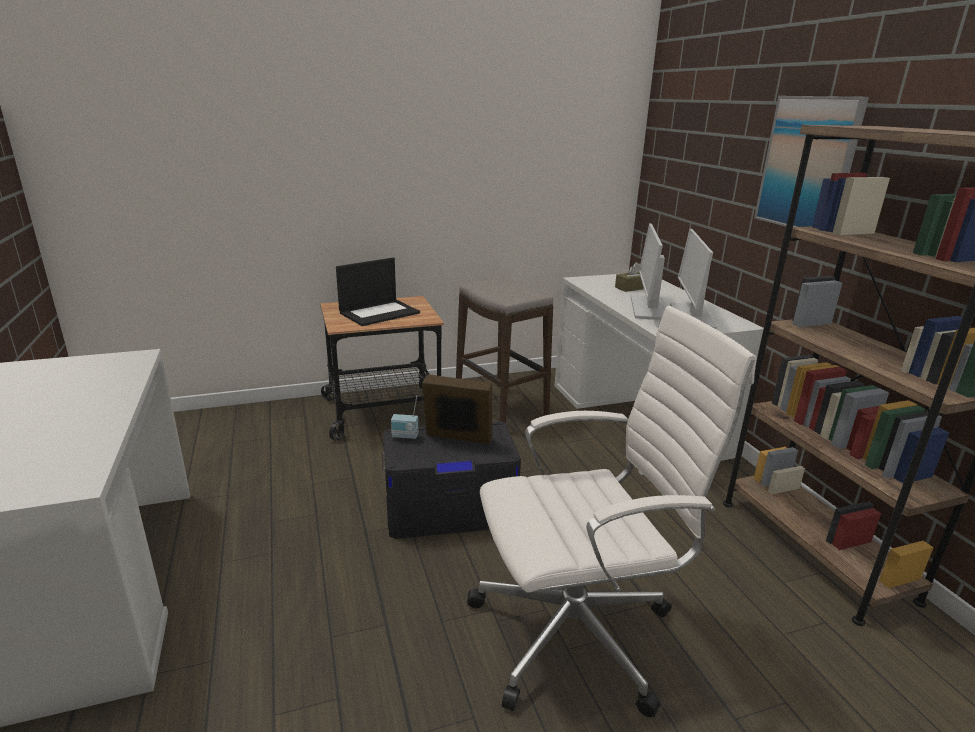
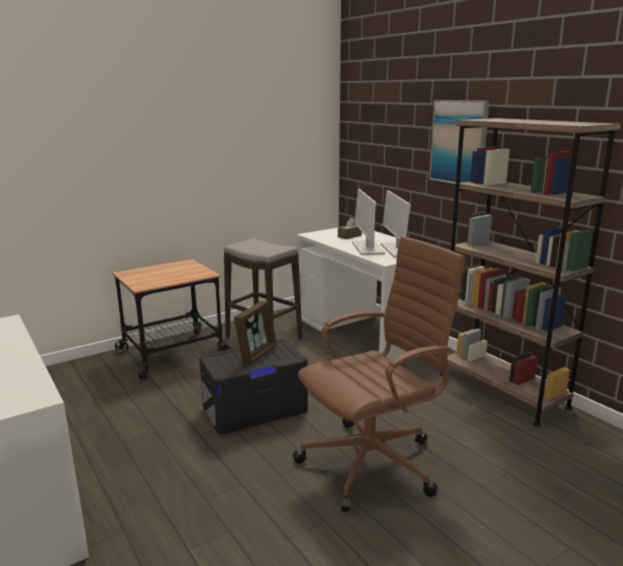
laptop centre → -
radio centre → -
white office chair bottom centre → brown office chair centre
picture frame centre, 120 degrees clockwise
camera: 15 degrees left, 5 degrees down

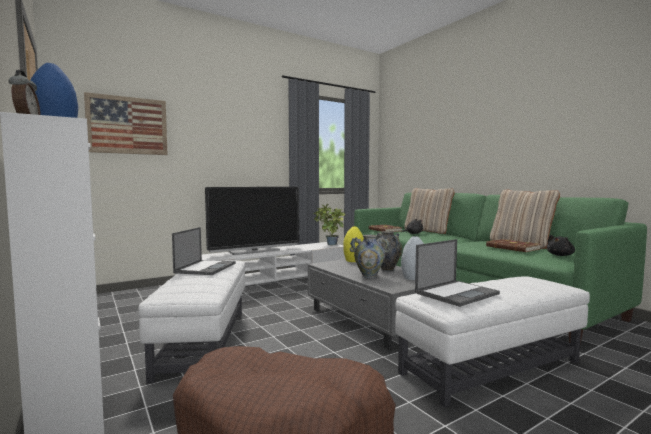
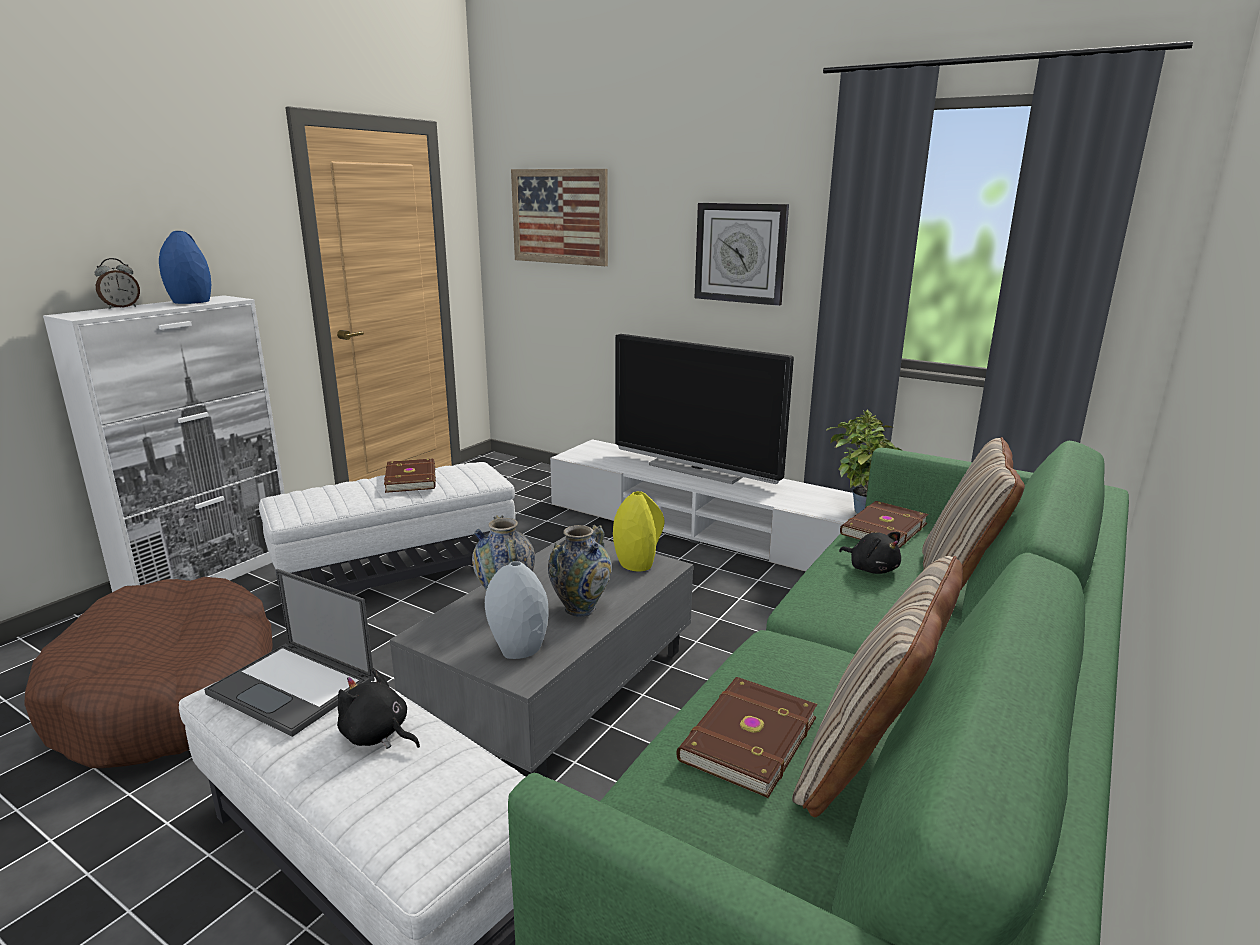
- → wall clock top centre
black plush toy (no. 2 from left in the first image) middle right → black plush toy (no. 1 from left) bottom left, relocated
laptop (no. 1 from left) middle left → brown book (no. 1 from left) middle left
camera: 65 degrees right, 15 degrees up

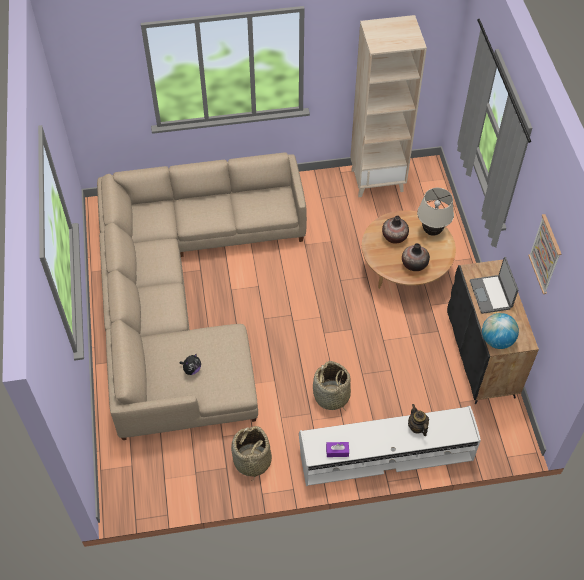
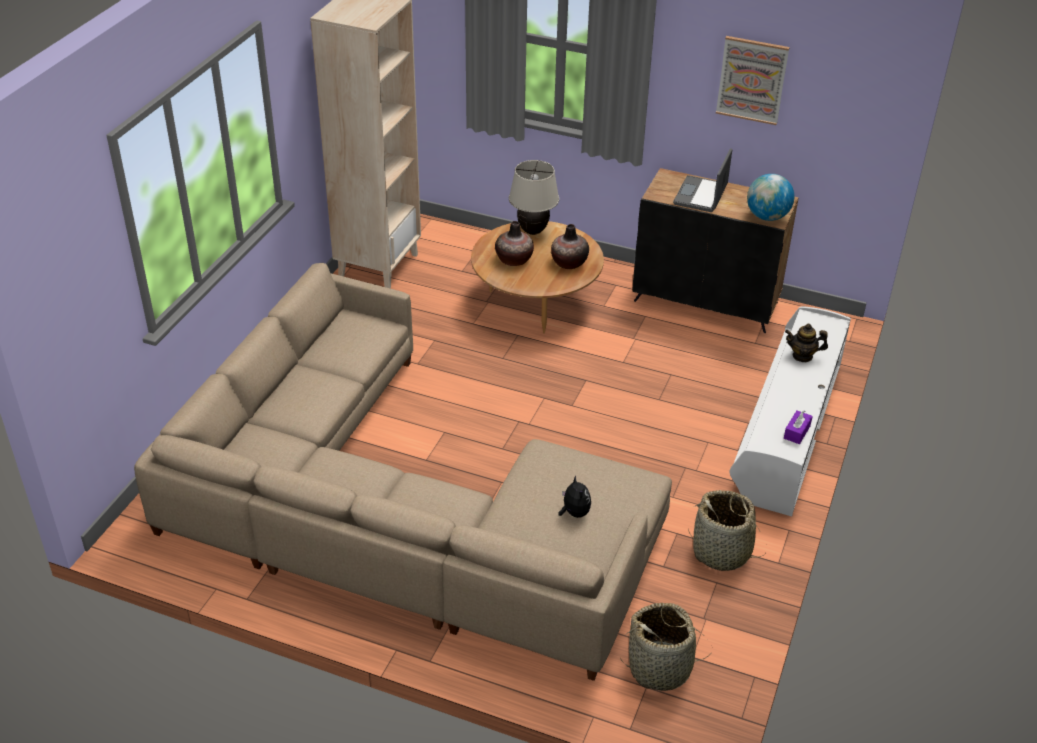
basket (no. 2 from left in the first image) centre → basket (no. 1 from left) bottom centre, relocated
laptop middle right → laptop top right, 90 degrees clockwise
camera: 60 degrees left, 15 degrees down

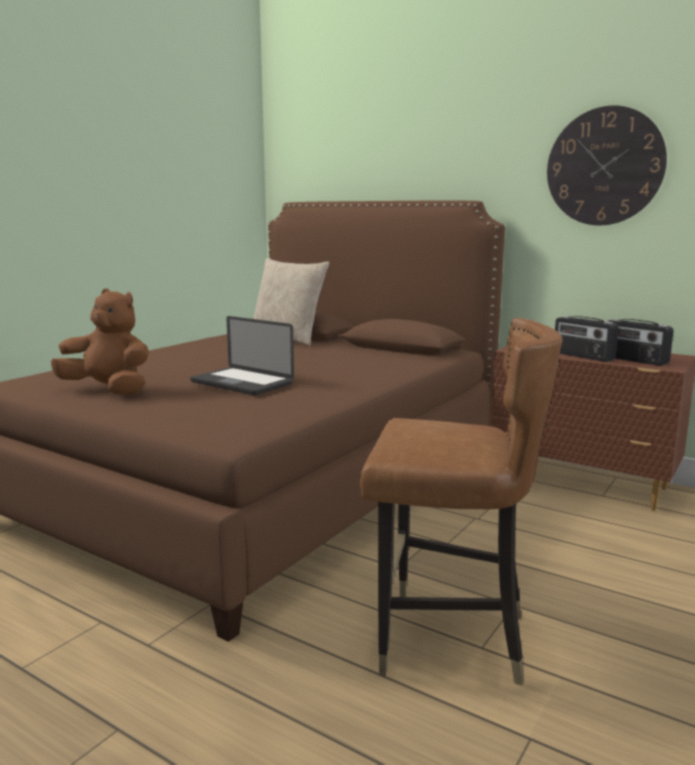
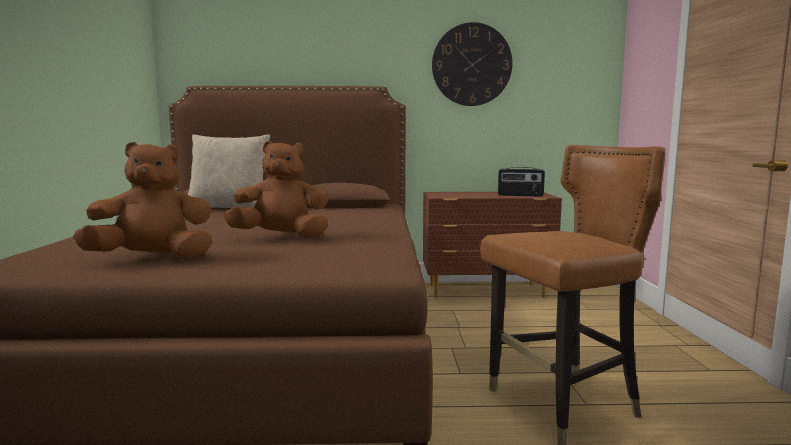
radio (no. 1 from left) middle right → -
laptop centre → brown plush toy (no. 2 from left) centre
camera: 35 degrees left, 5 degrees down

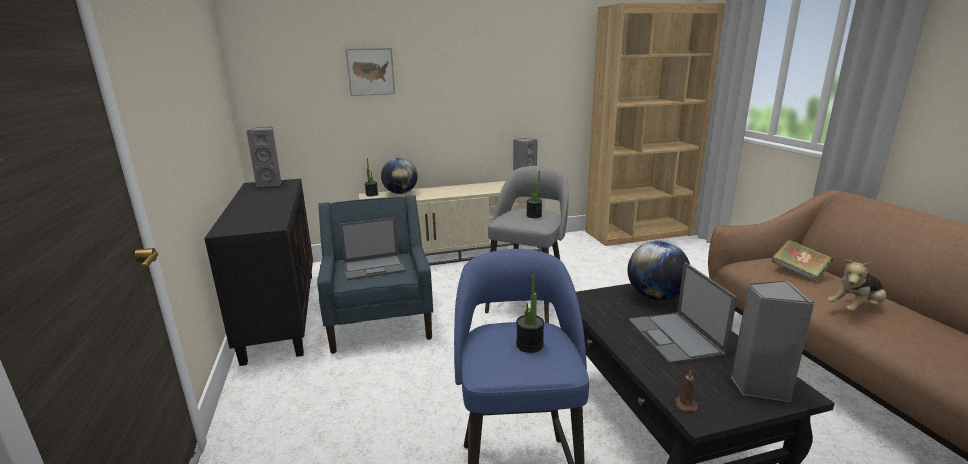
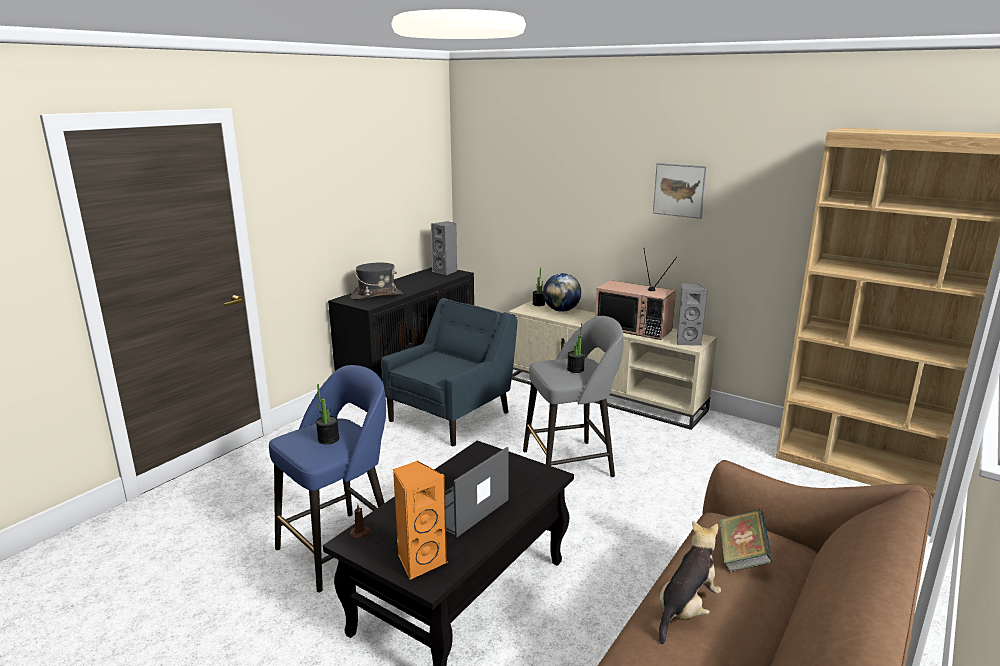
laptop (no. 1 from left) centre → -
globe (no. 2 from left) middle right → -
- → grey hat centre
- → television centre
picture top centre → picture top right, relocated
grey speaker (no. 3 from left) bottom right → orange speaker bottom centre
plush toy middle right → plush toy bottom right, 105 degrees clockwise
camera: 50 degrees right, 0 degrees up

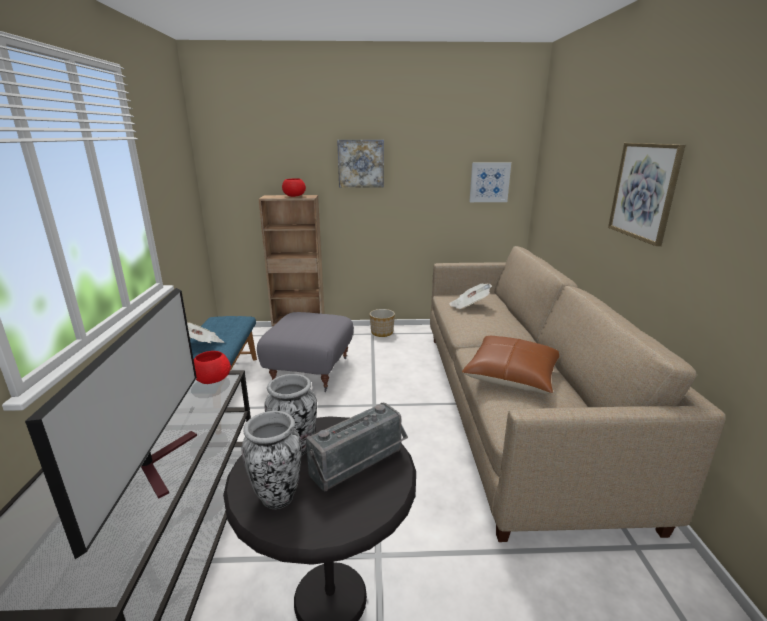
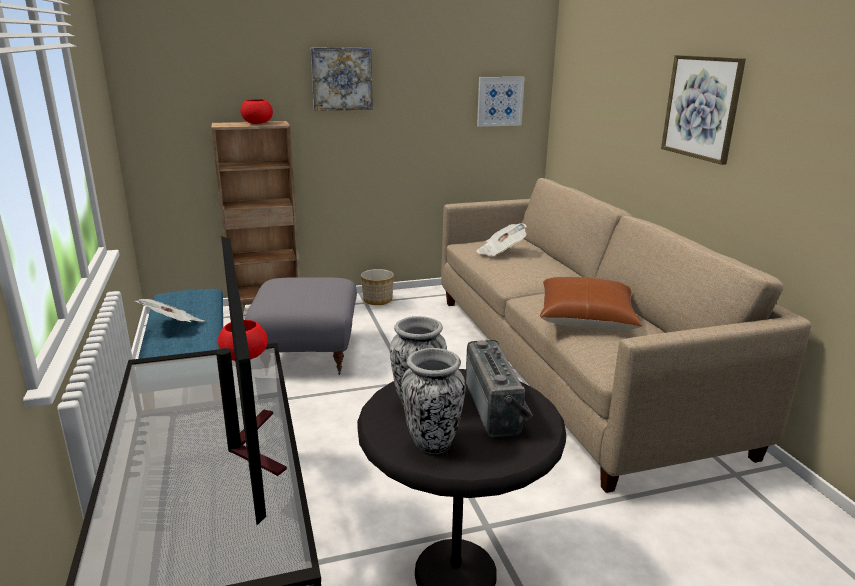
radio bottom centre → radio centre, 45 degrees counterclockwise
camera: 15 degrees left, 0 degrees up

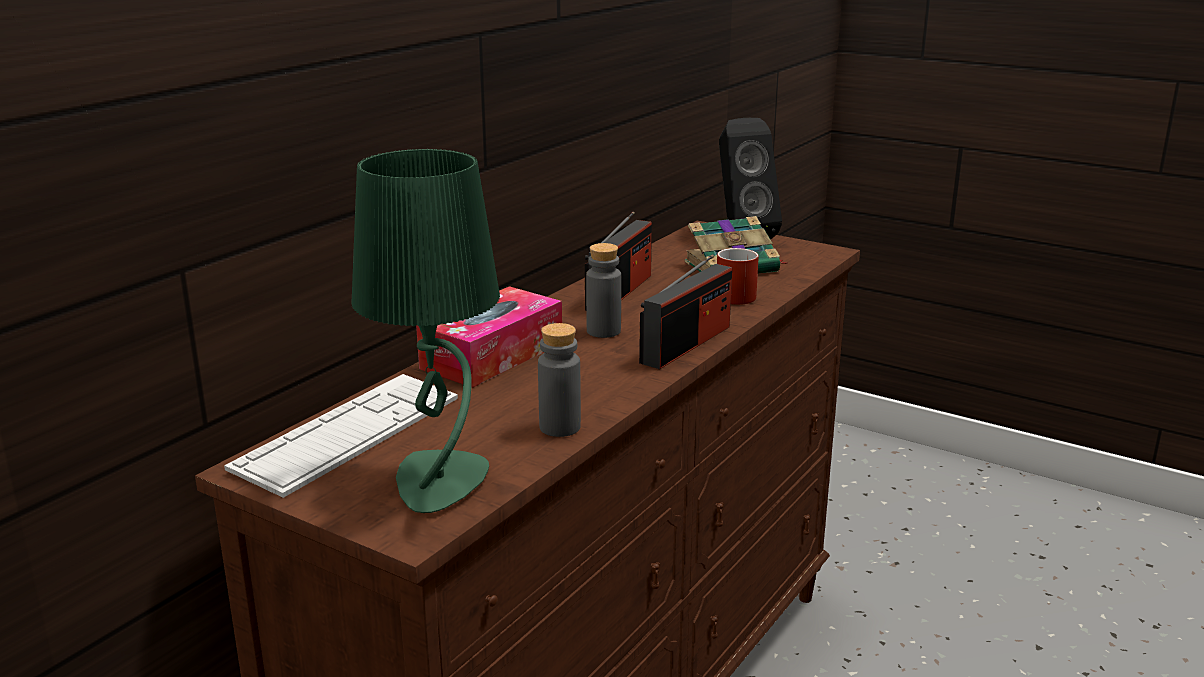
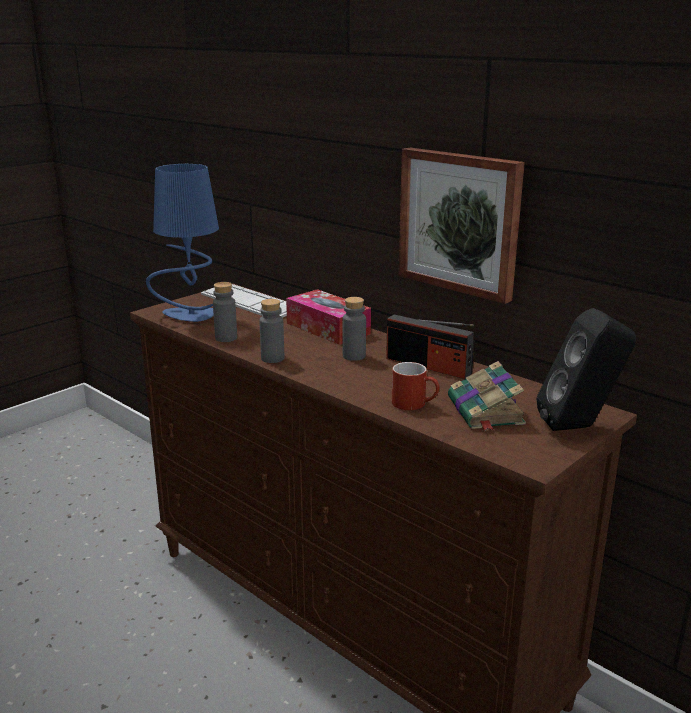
radio (no. 2 from left) centre → -
- → grey bottle (no. 2 from left) centre
- → picture top right
green table lamp centre → blue table lamp middle left
camera: 100 degrees right, 0 degrees up

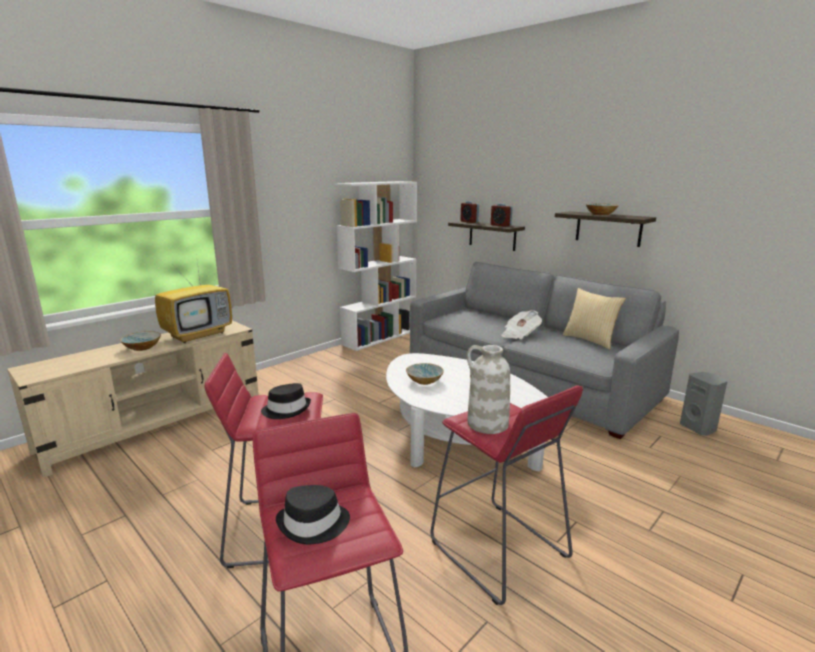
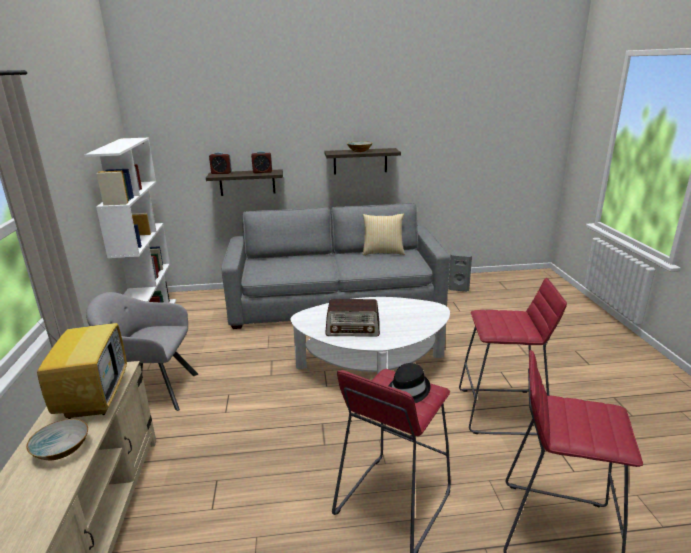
black hat (no. 2 from left) bottom centre → -
white vase centre → -
newspaper centre → -
- → grey armchair middle left
bowl (no. 2 from left) centre → radio centre
camera: 50 degrees left, 5 degrees up

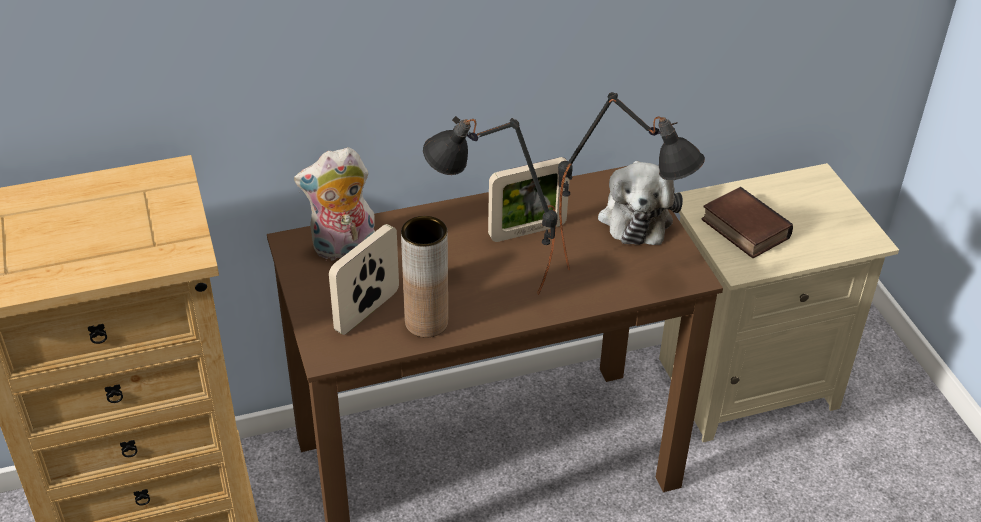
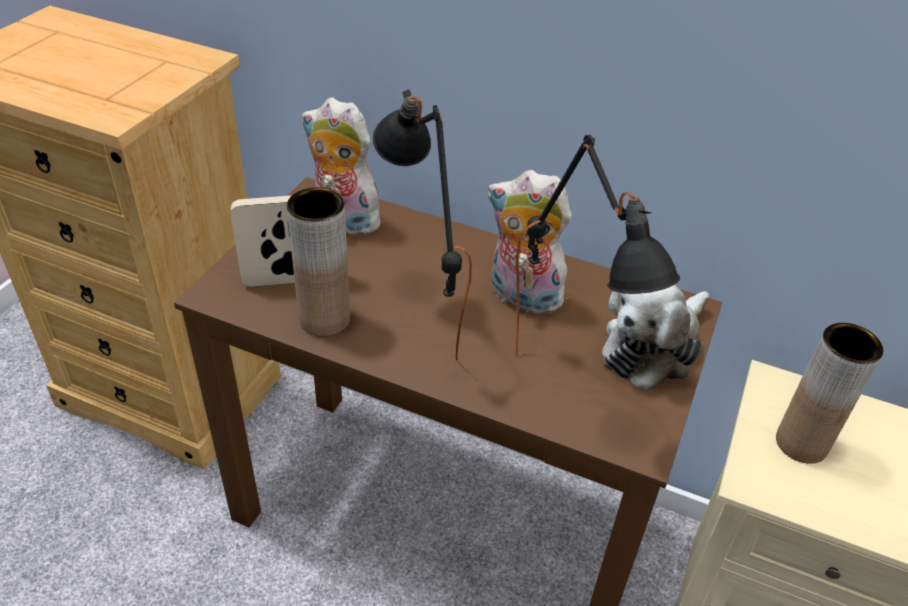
picture frame (no. 2 from left) centre → plush toy (no. 2 from left) centre
book middle right → brown vase (no. 2 from left) middle right
camera: 40 degrees right, 0 degrees up

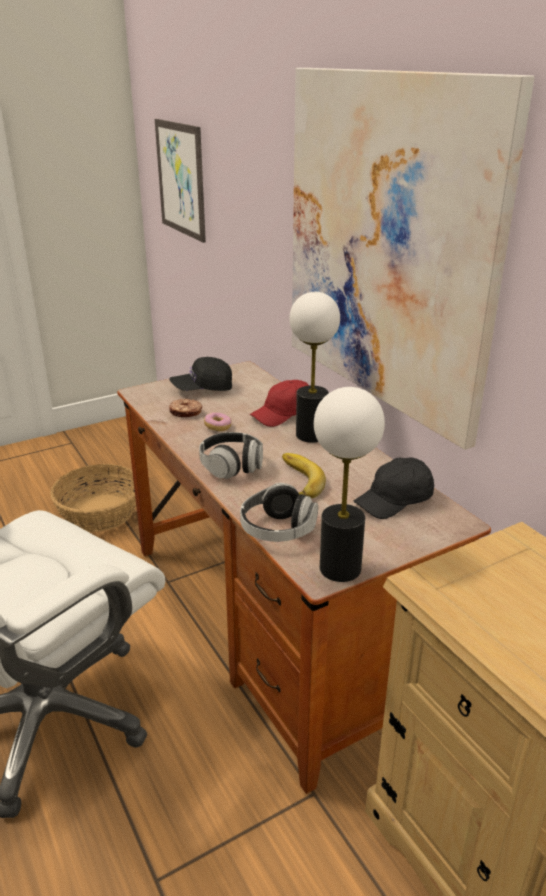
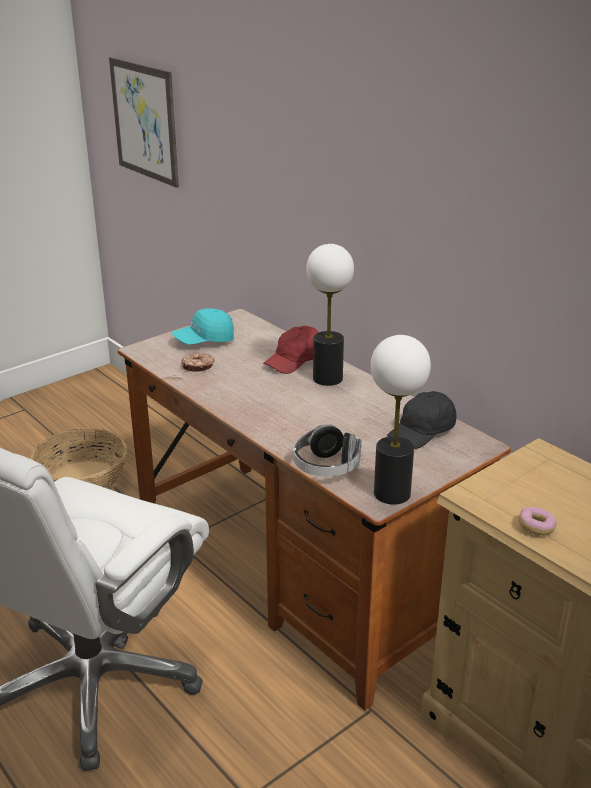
headphones (no. 1 from left) centre → -
banana centre → -
picture (no. 2 from left) top right → -
donut (no. 2 from left) centre → donut (no. 2 from left) middle right, relocated
black cap (no. 1 from left) centre → turquoise cap centre
camera: 10 degrees left, 0 degrees up

